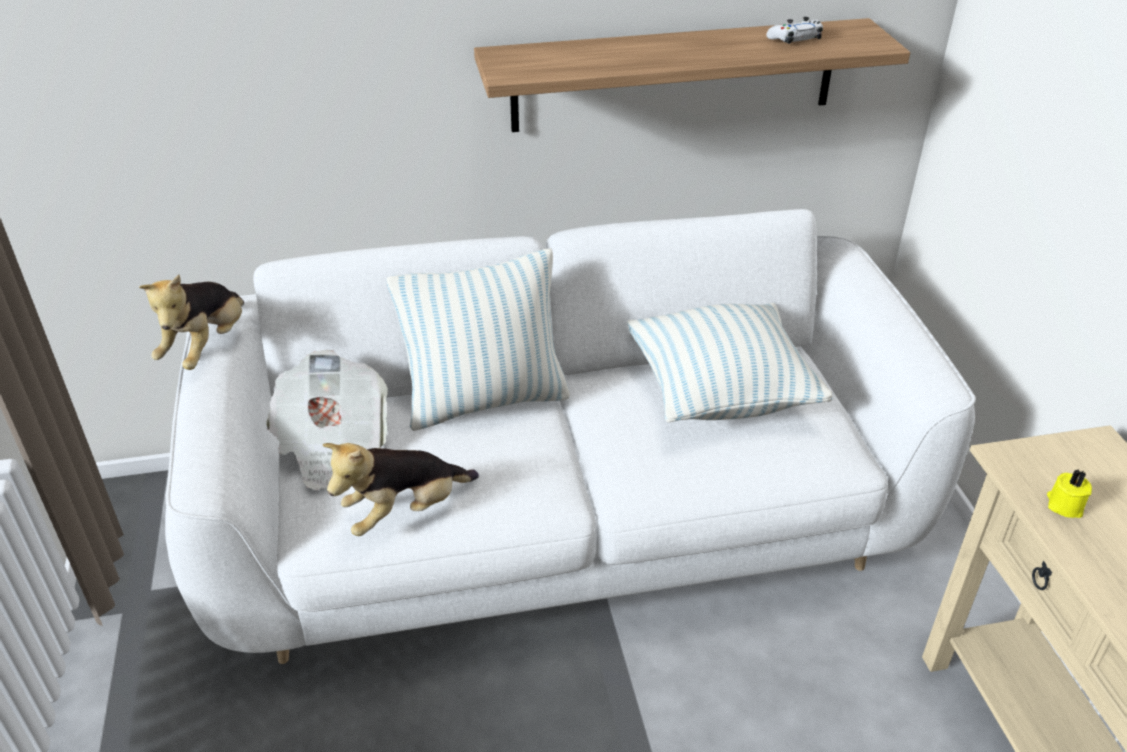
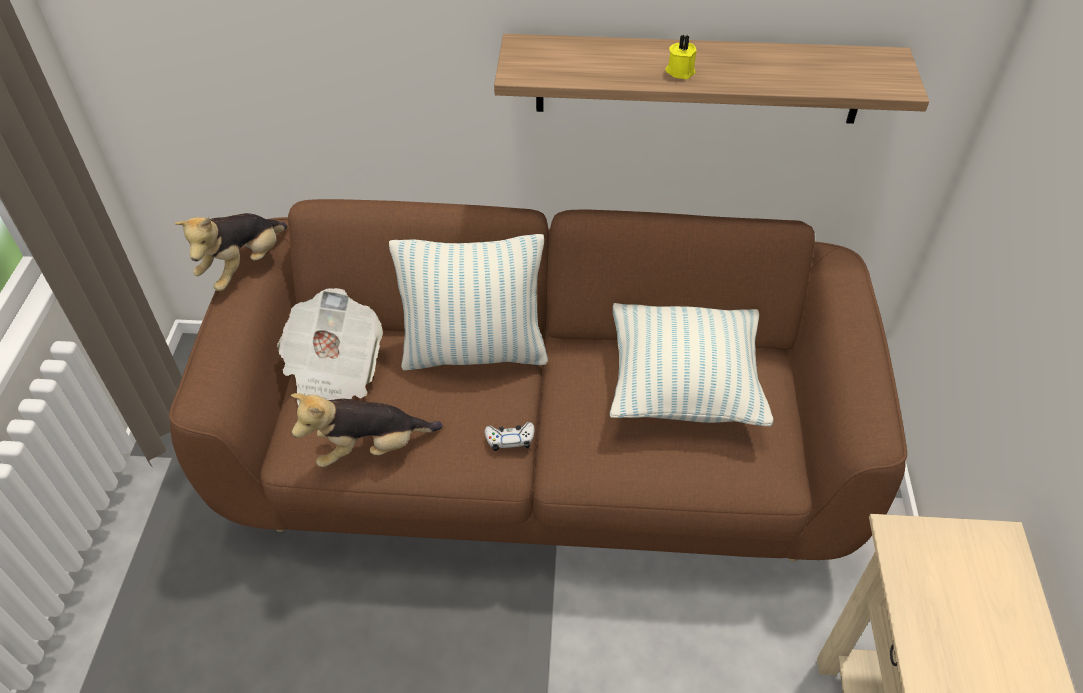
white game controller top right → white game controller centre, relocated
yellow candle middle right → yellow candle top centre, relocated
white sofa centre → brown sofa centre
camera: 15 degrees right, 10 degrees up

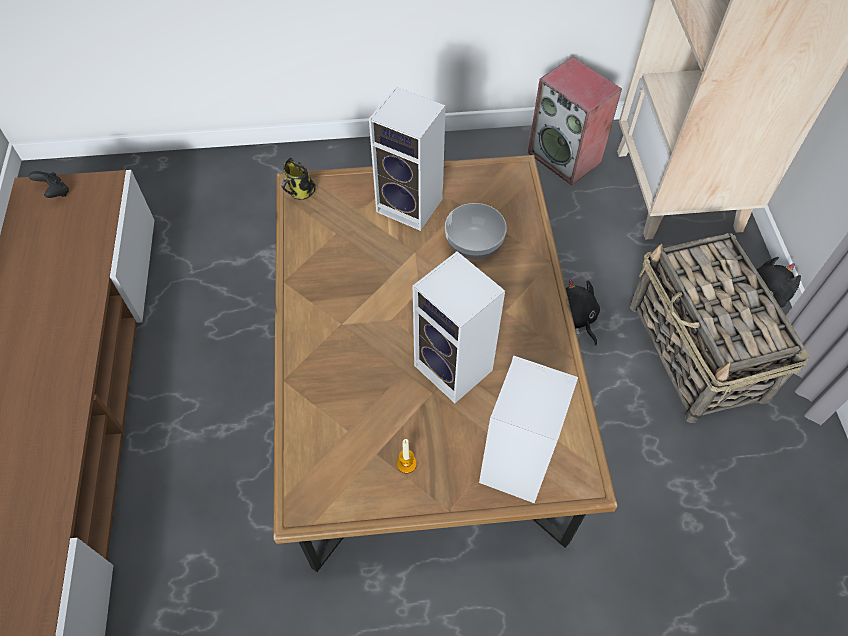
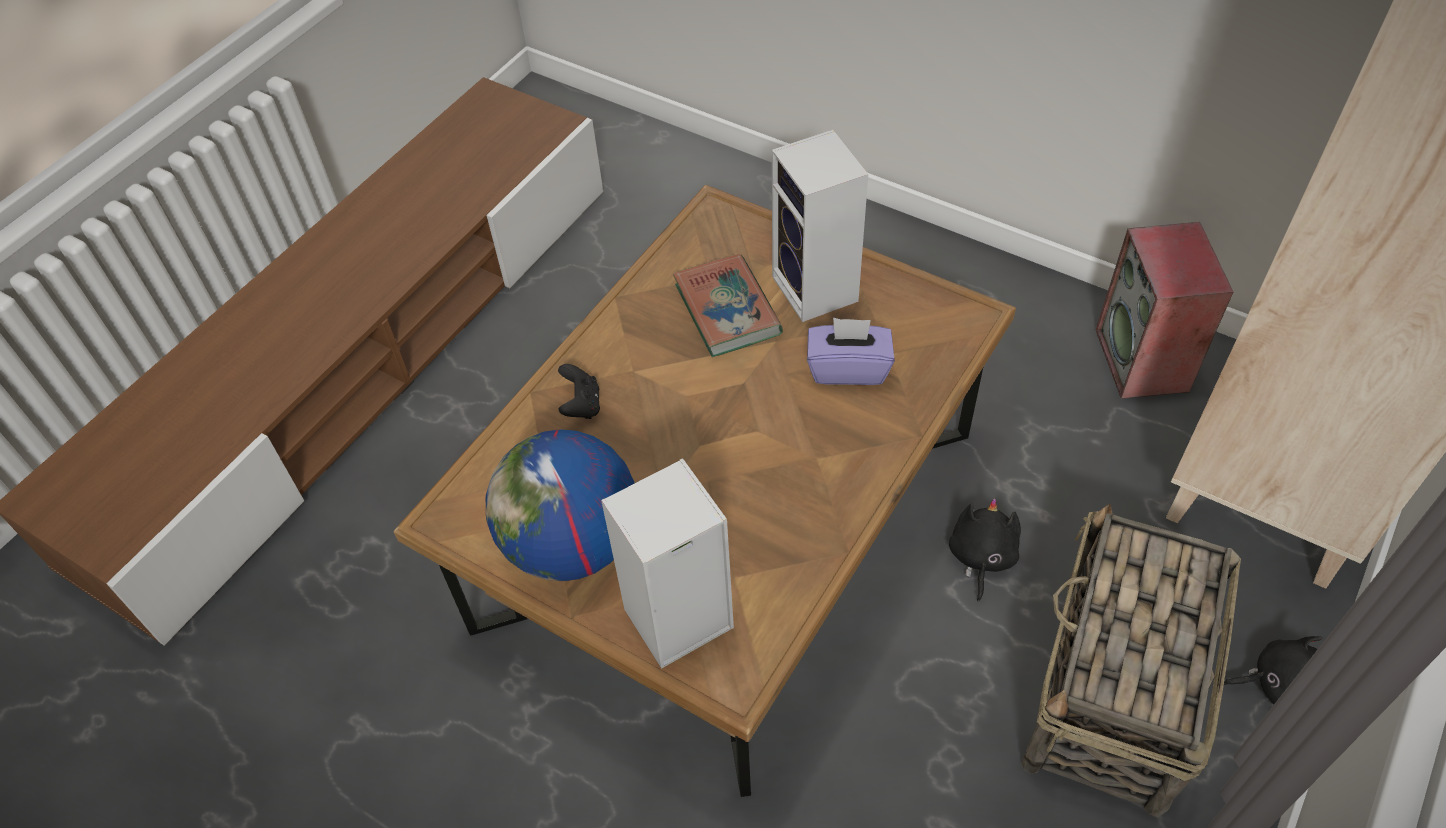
mug top centre → -
speaker (no. 2 from left) centre → -
- → book centre
black game controller top left → black game controller centre, relocated
candle bottom centre → globe centre
bowl centre → purple tissue box centre
camera: 40 degrees right, 5 degrees down

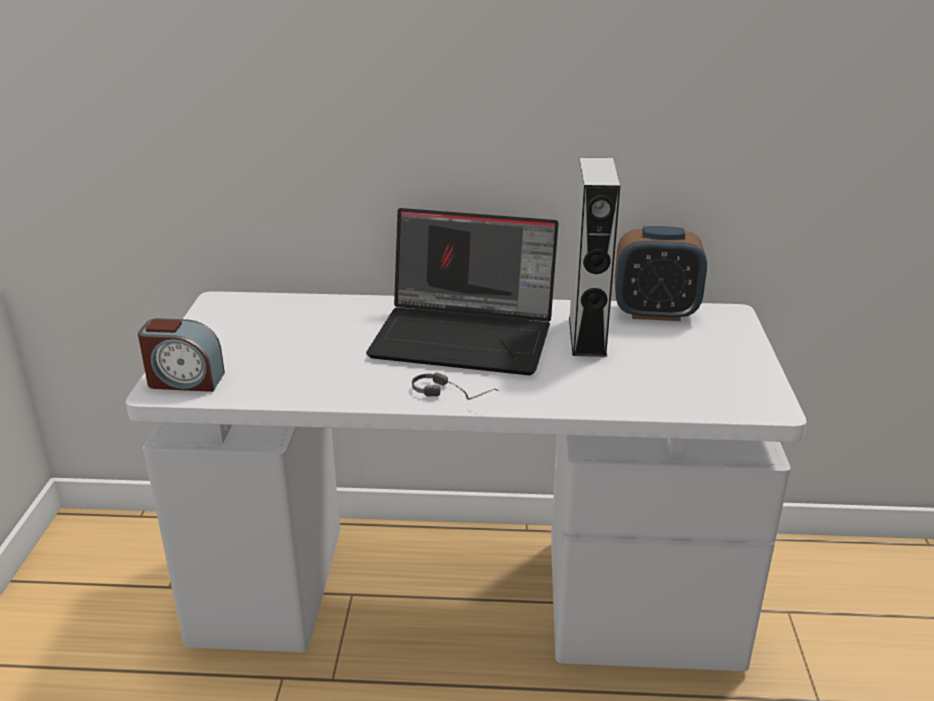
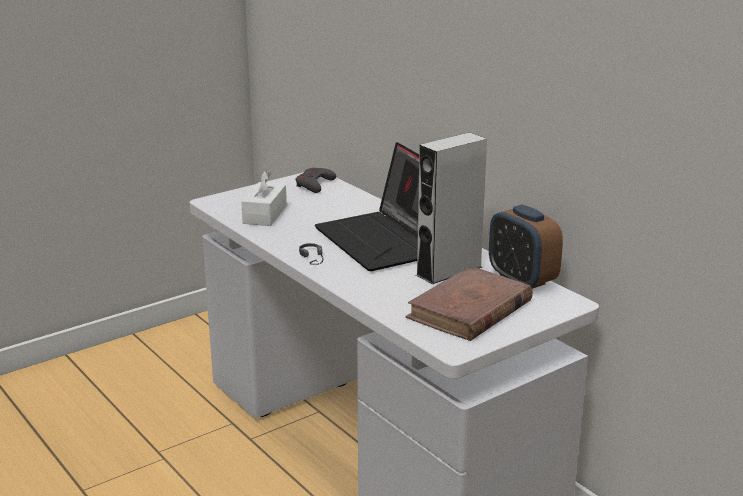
alarm clock (no. 1 from left) middle left → -
- → white tissue box centre
- → grey game controller centre
- → brown book centre
camera: 50 degrees right, 5 degrees down

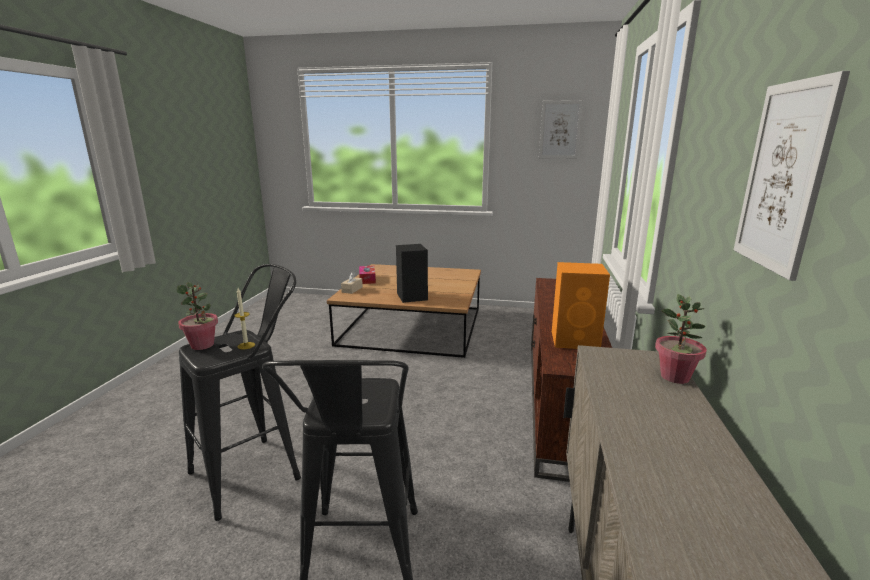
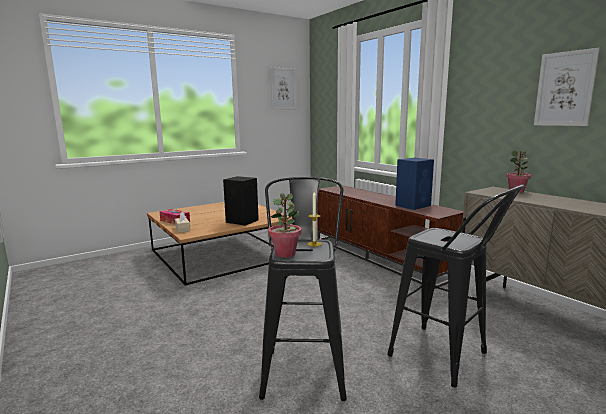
orange speaker middle right → blue speaker middle right
camera: 45 degrees left, 5 degrees down

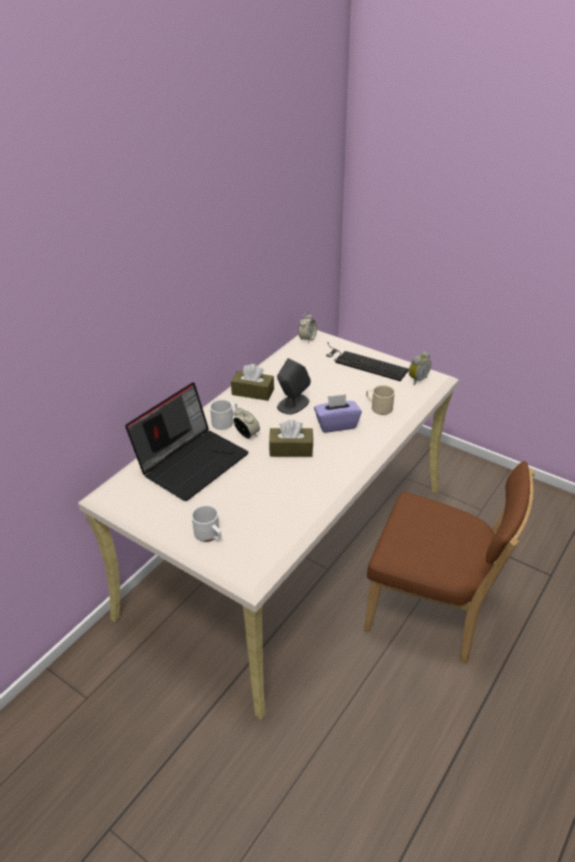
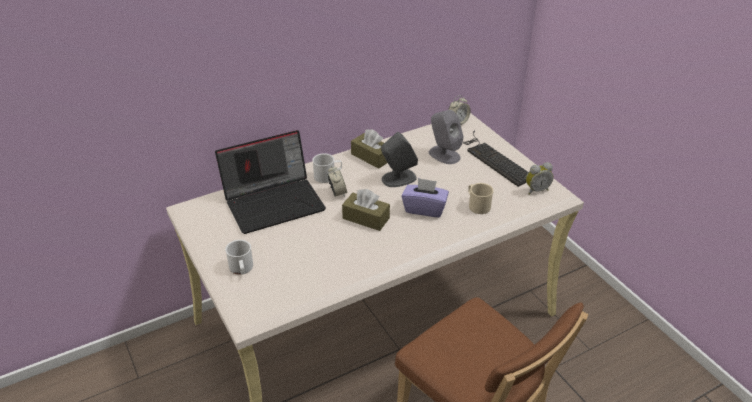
- → grey speaker (no. 2 from left) centre
camera: 25 degrees right, 0 degrees up

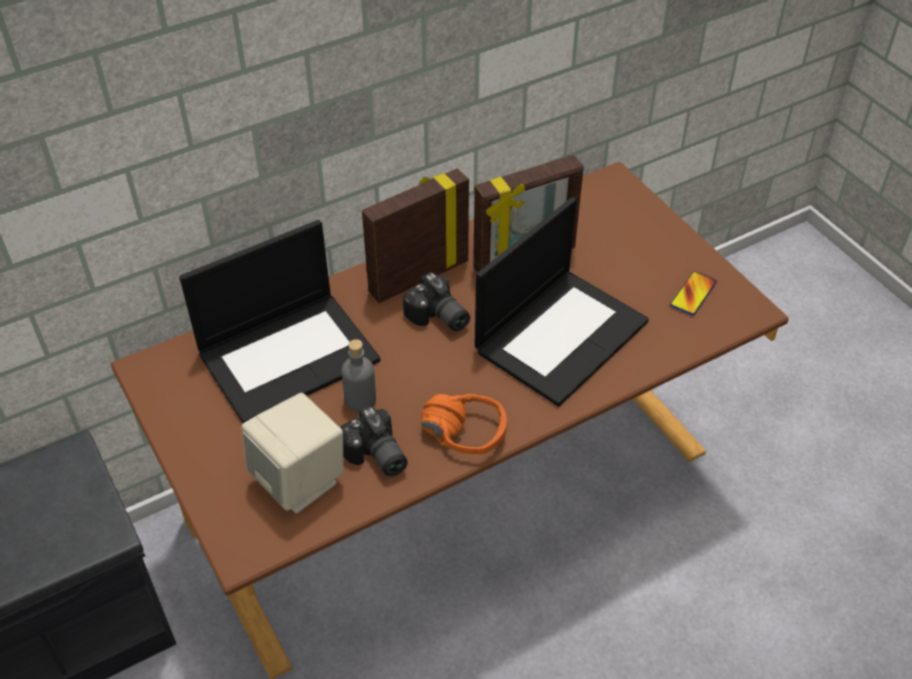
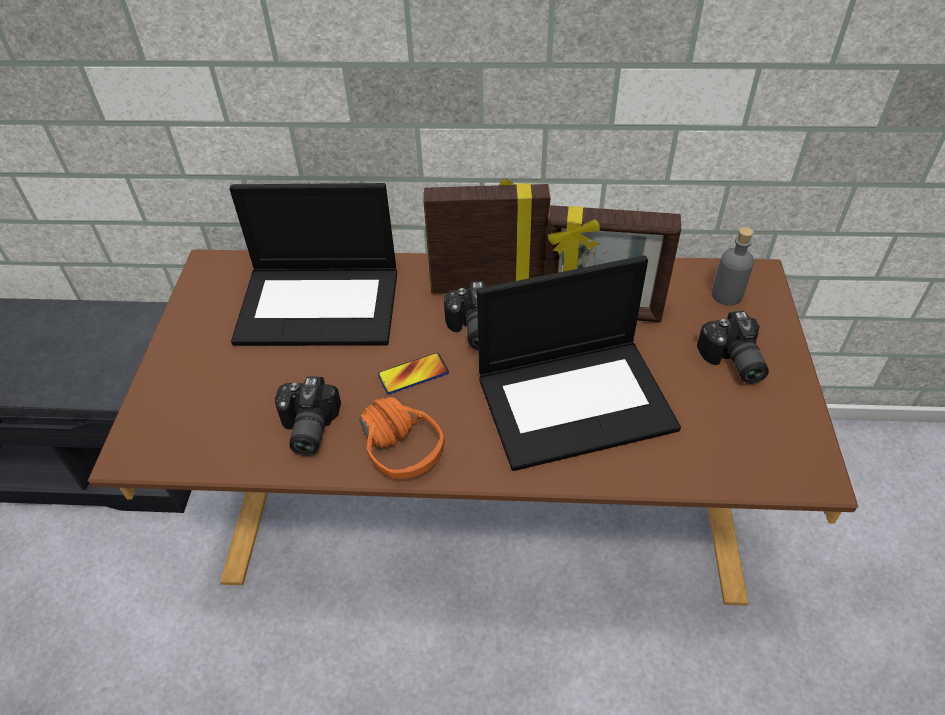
beige speaker bottom left → -
- → photo camera (no. 3 from left) middle right
grey bottle centre → grey bottle middle right, relocated
phone middle right → phone centre, relocated
camera: 35 degrees right, 0 degrees up

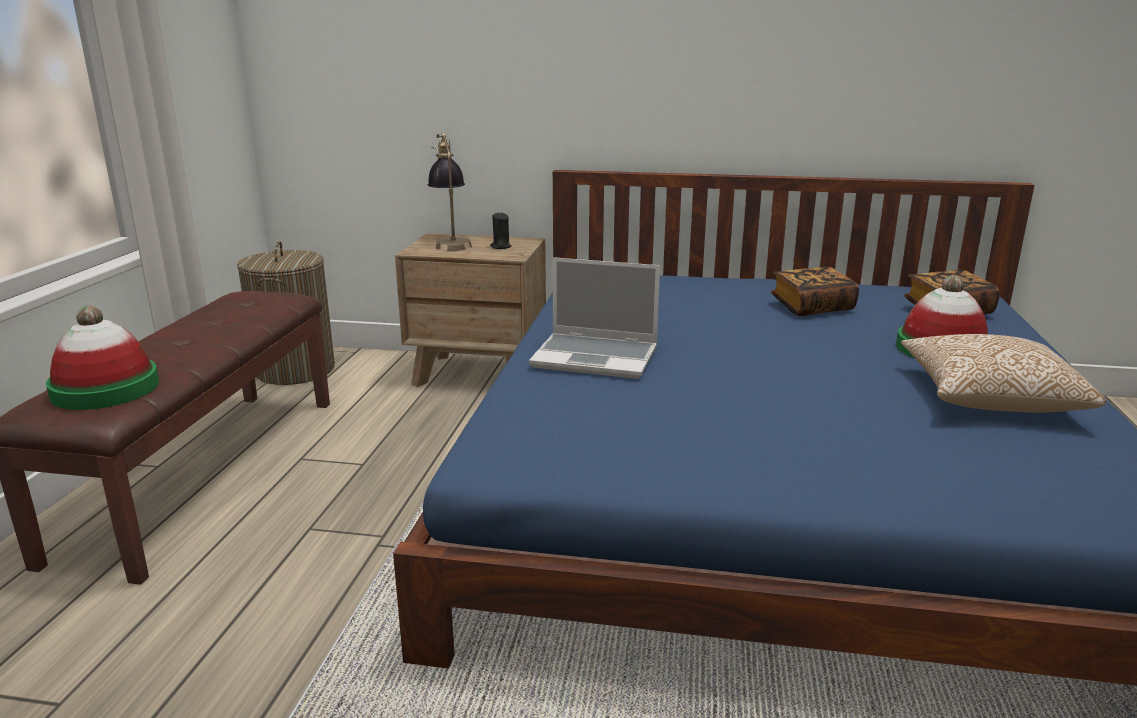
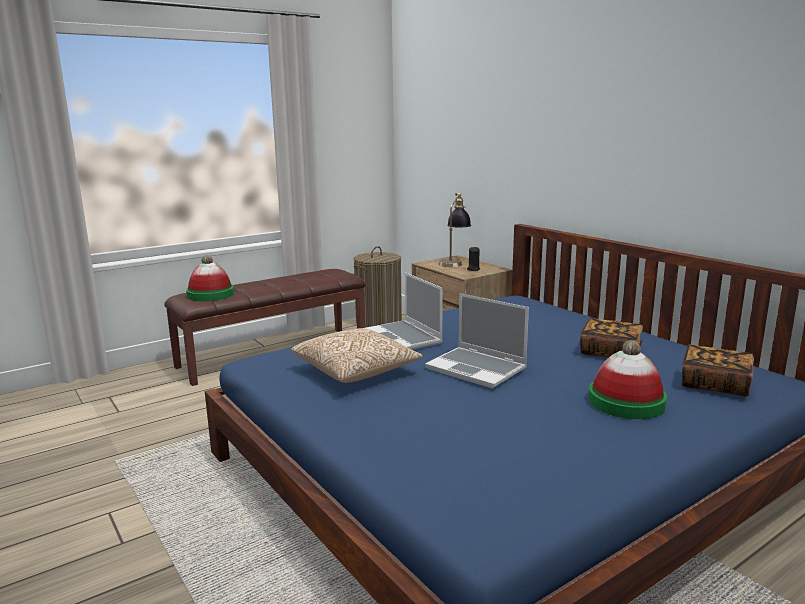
- → laptop (no. 2 from left) centre
pillow middle right → pillow centre, relocated
camera: 45 degrees right, 5 degrees down

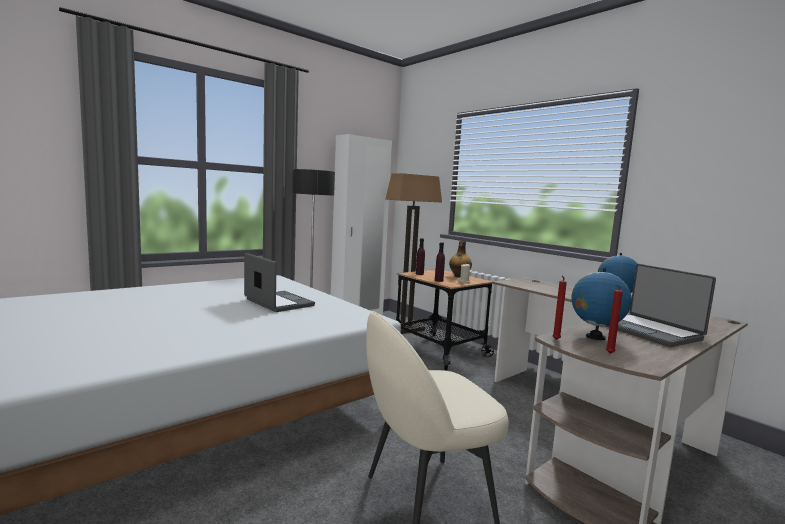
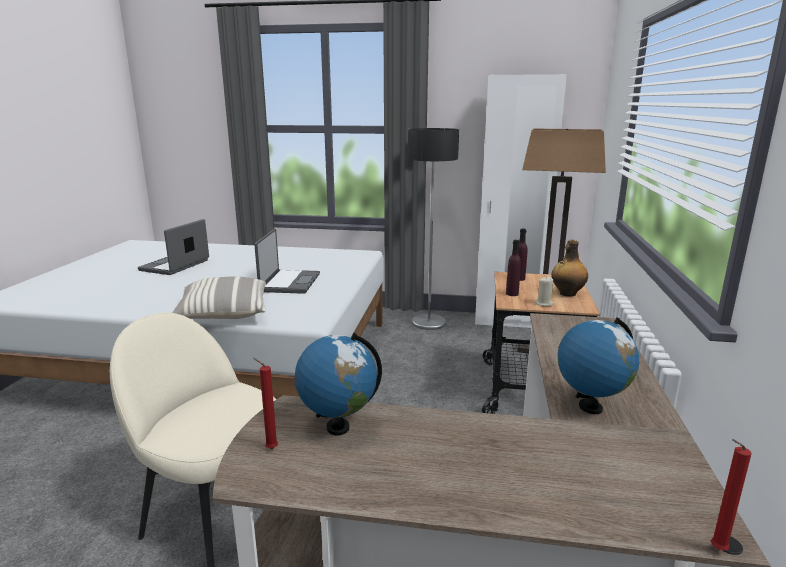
- → pillow middle left
red candle (no. 1 from left in the first image) middle right → red candle (no. 2 from left) bottom right, relocated
laptop (no. 2 from left in the first image) middle right → laptop (no. 1 from left) middle left, relocated
camera: 50 degrees right, 10 degrees up

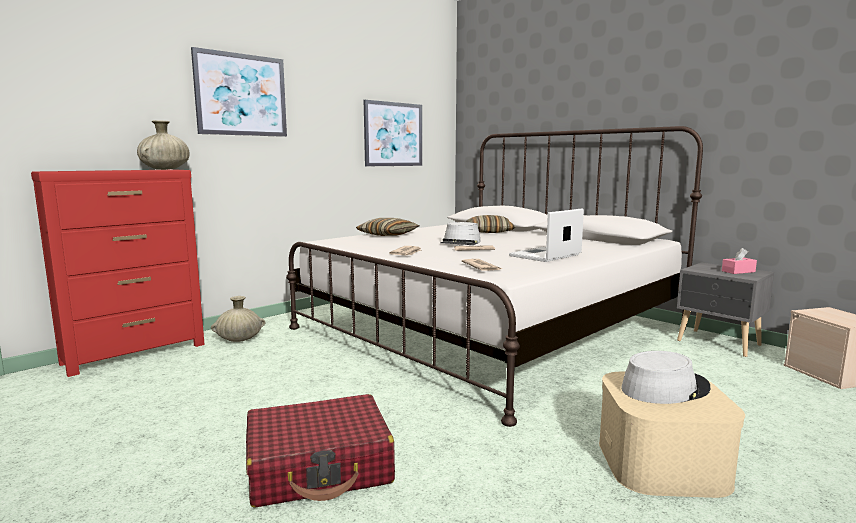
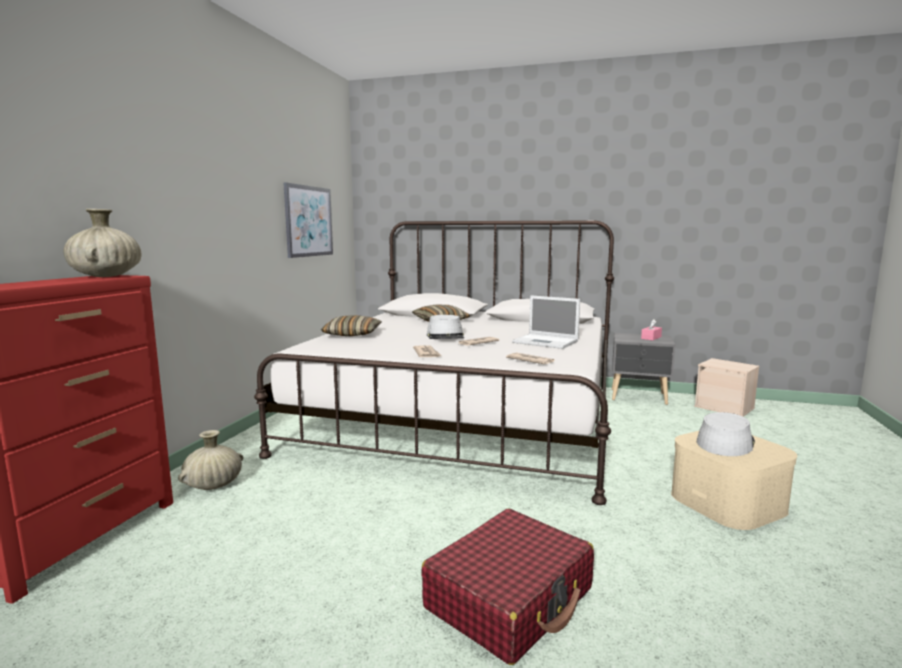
picture (no. 1 from left) top left → -
laptop centre, 75 degrees counterclockwise
camera: 30 degrees left, 0 degrees up

